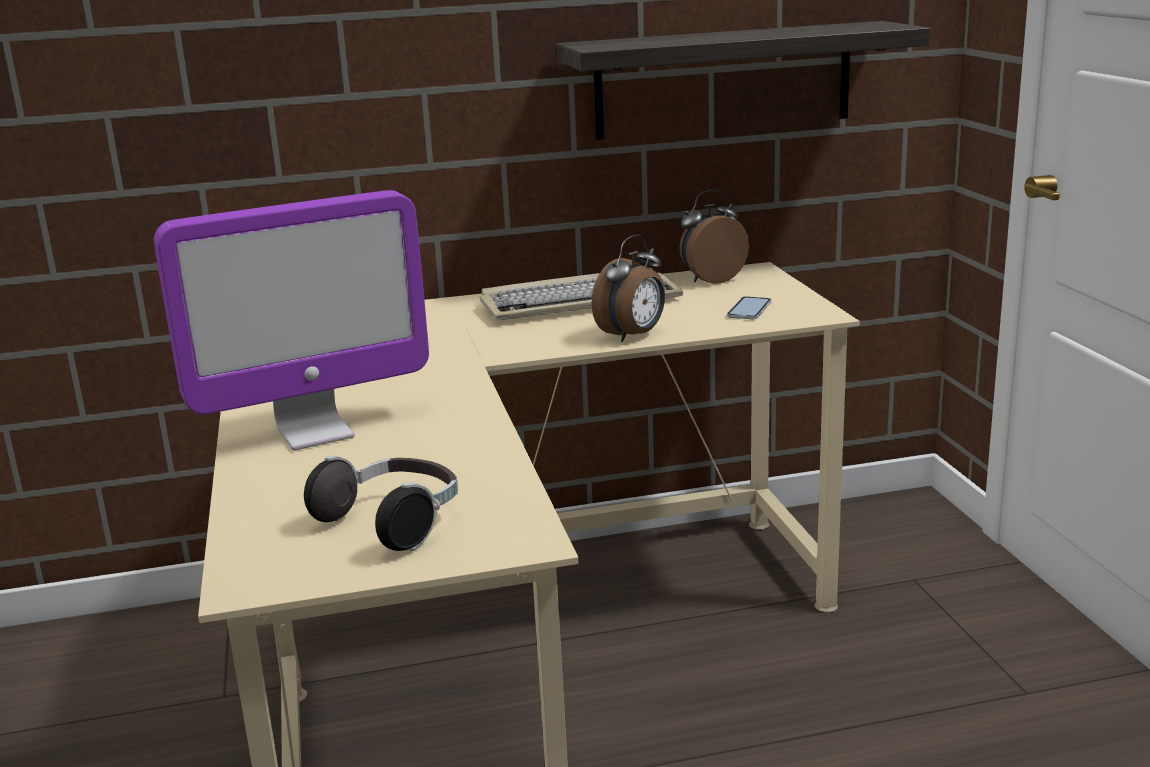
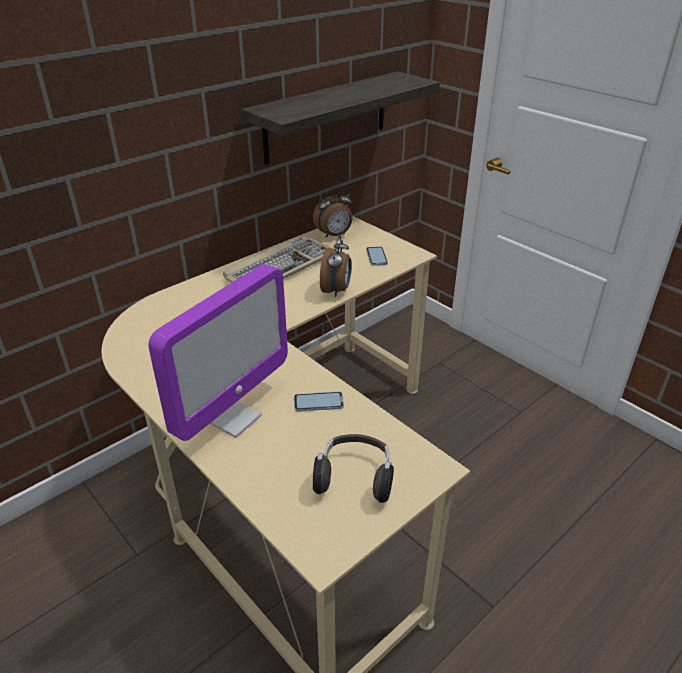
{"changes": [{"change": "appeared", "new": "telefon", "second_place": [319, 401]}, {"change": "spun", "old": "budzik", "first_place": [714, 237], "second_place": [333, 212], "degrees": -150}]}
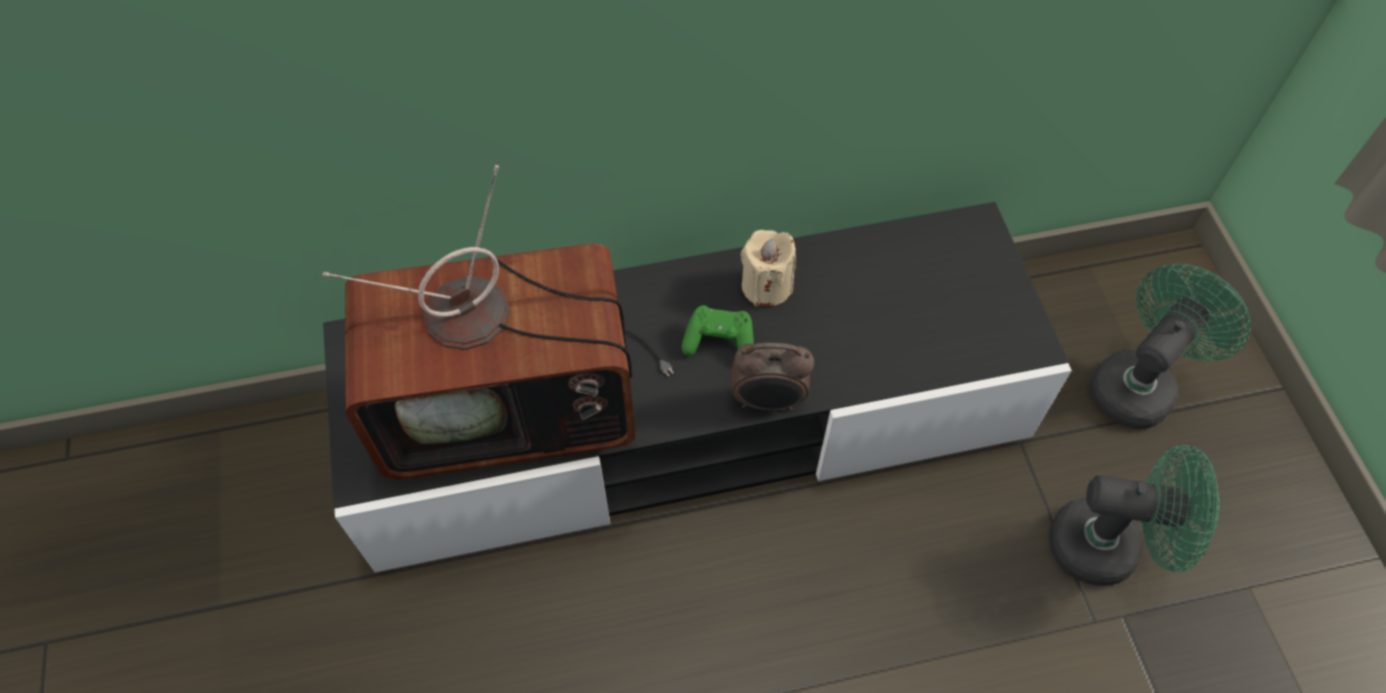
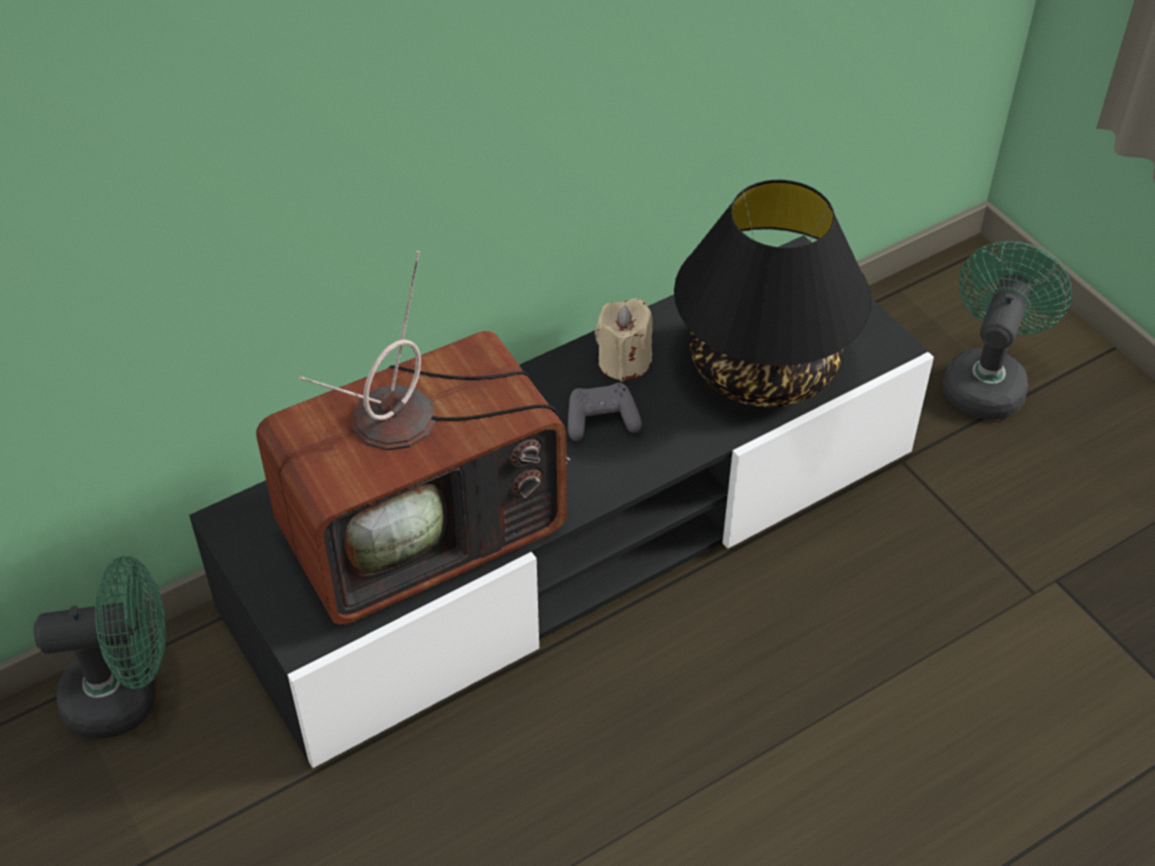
{"changes": [{"change": "missing", "old": "budzik", "first_place": [772, 376]}, {"change": "appeared", "new": "lampa stołowa [czarny]", "second_place": [773, 293]}, {"change": "relocated", "old": "wentylator [zielony]", "first_place": [1134, 515], "second_place": [100, 647]}, {"change": "colour", "old": "pad do gier [zielony]", "new": "pad do gier [szary]", "first_place": [717, 330], "second_place": [605, 412]}]}
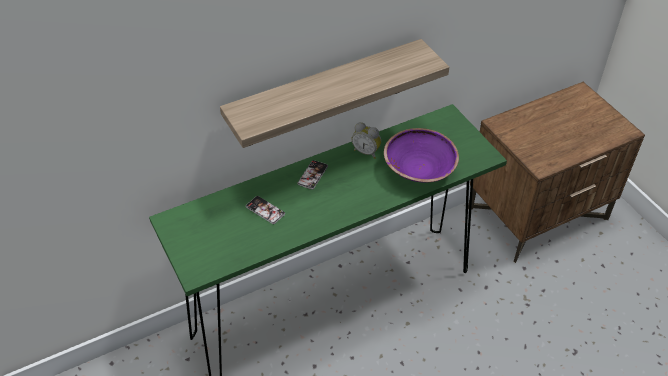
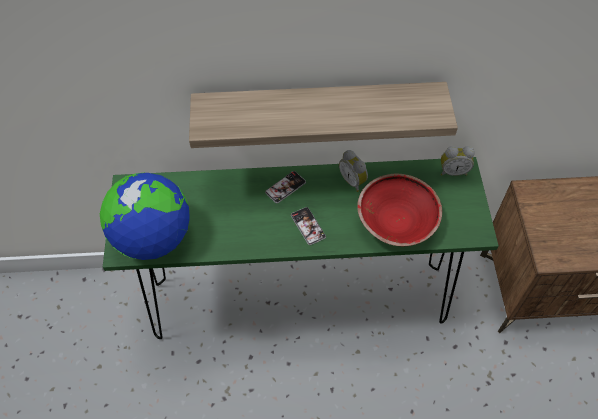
{"changes": [{"change": "appeared", "new": "globus", "second_place": [145, 216]}, {"change": "appeared", "new": "budzik", "second_place": [458, 161]}, {"change": "relocated", "old": "telefon", "first_place": [265, 210], "second_place": [308, 226]}, {"change": "colour", "old": "miska [fioletowy]", "new": "miska [czerwony]", "first_place": [421, 155], "second_place": [399, 210]}]}
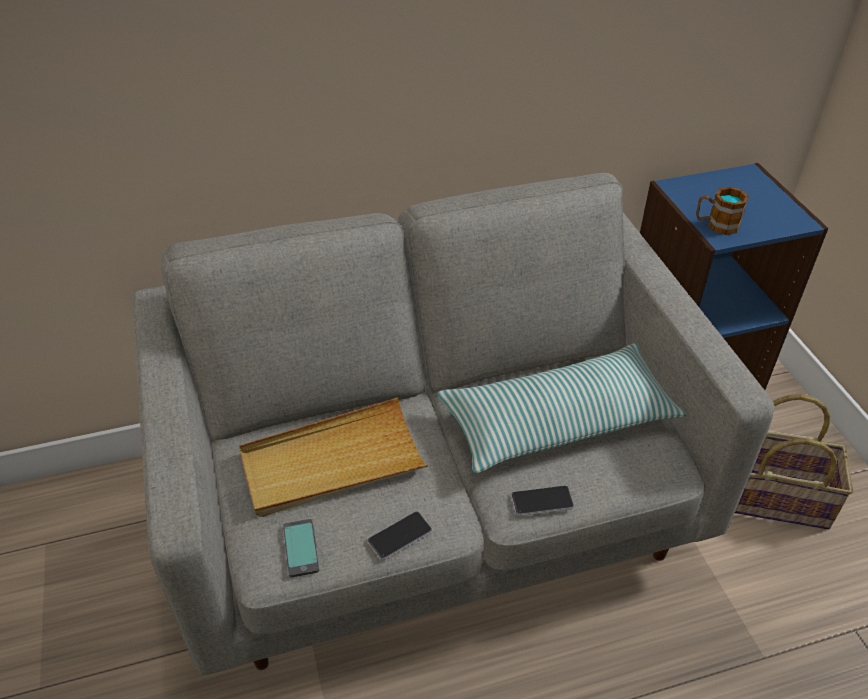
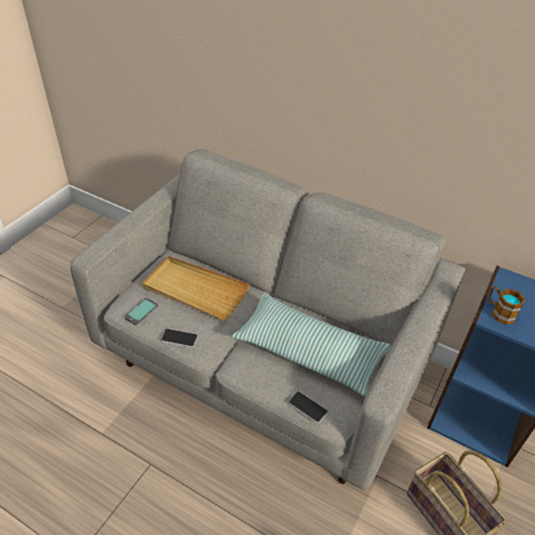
{"changes": [{"change": "relocated", "old": "telefon", "first_place": [543, 500], "second_place": [308, 407]}]}
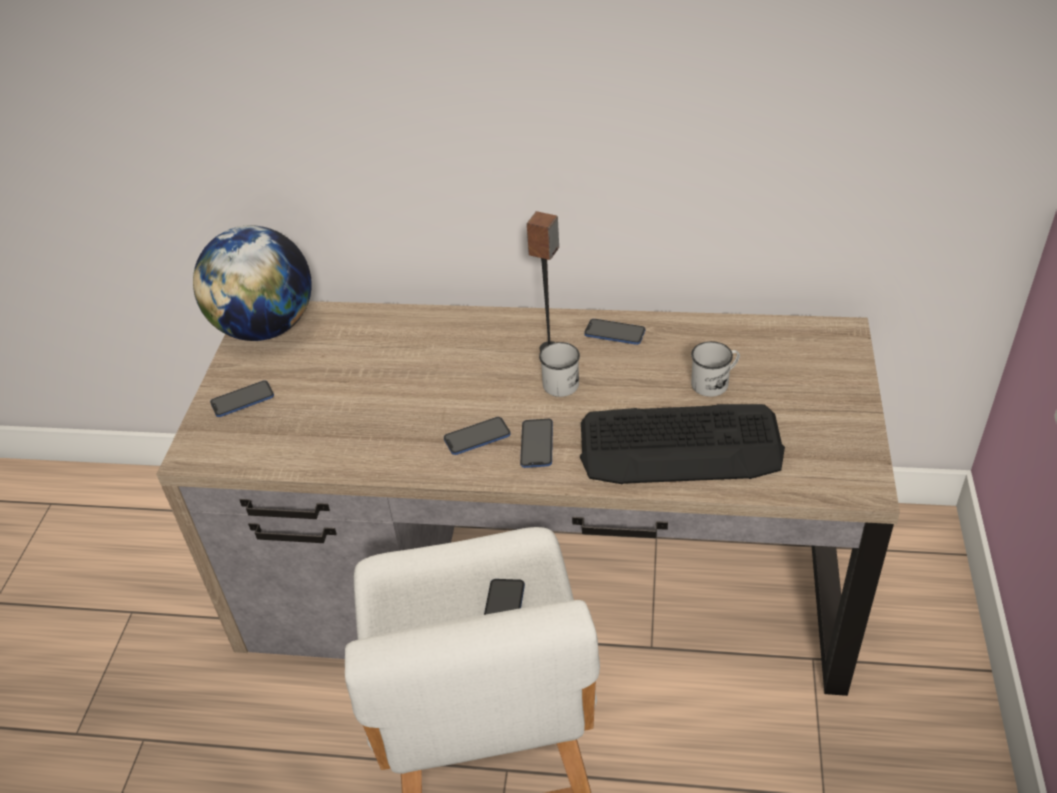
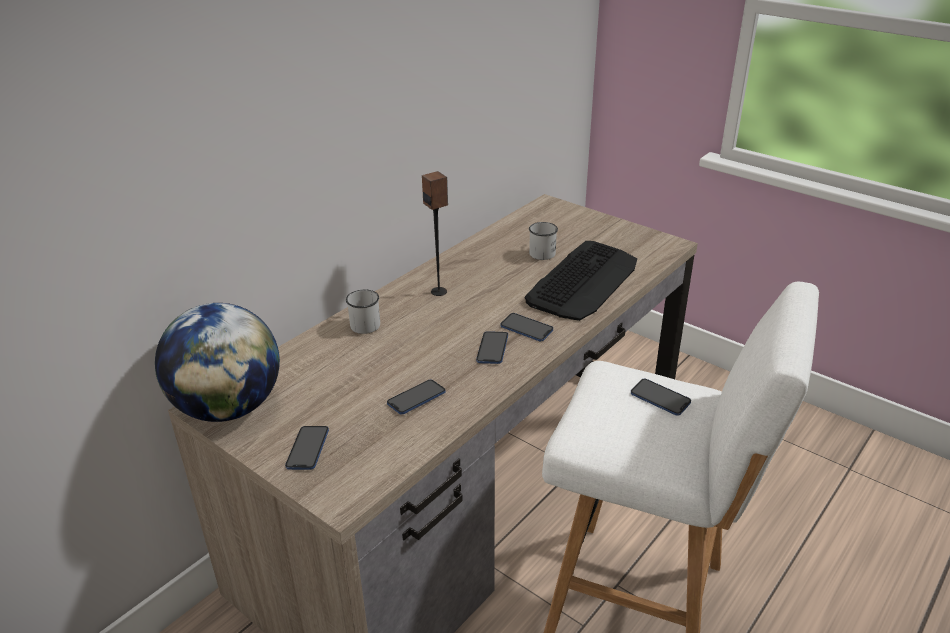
{"changes": [{"change": "relocated", "old": "kubek [biały]", "first_place": [559, 369], "second_place": [363, 311]}, {"change": "relocated", "old": "telefon", "first_place": [614, 332], "second_place": [416, 397]}]}
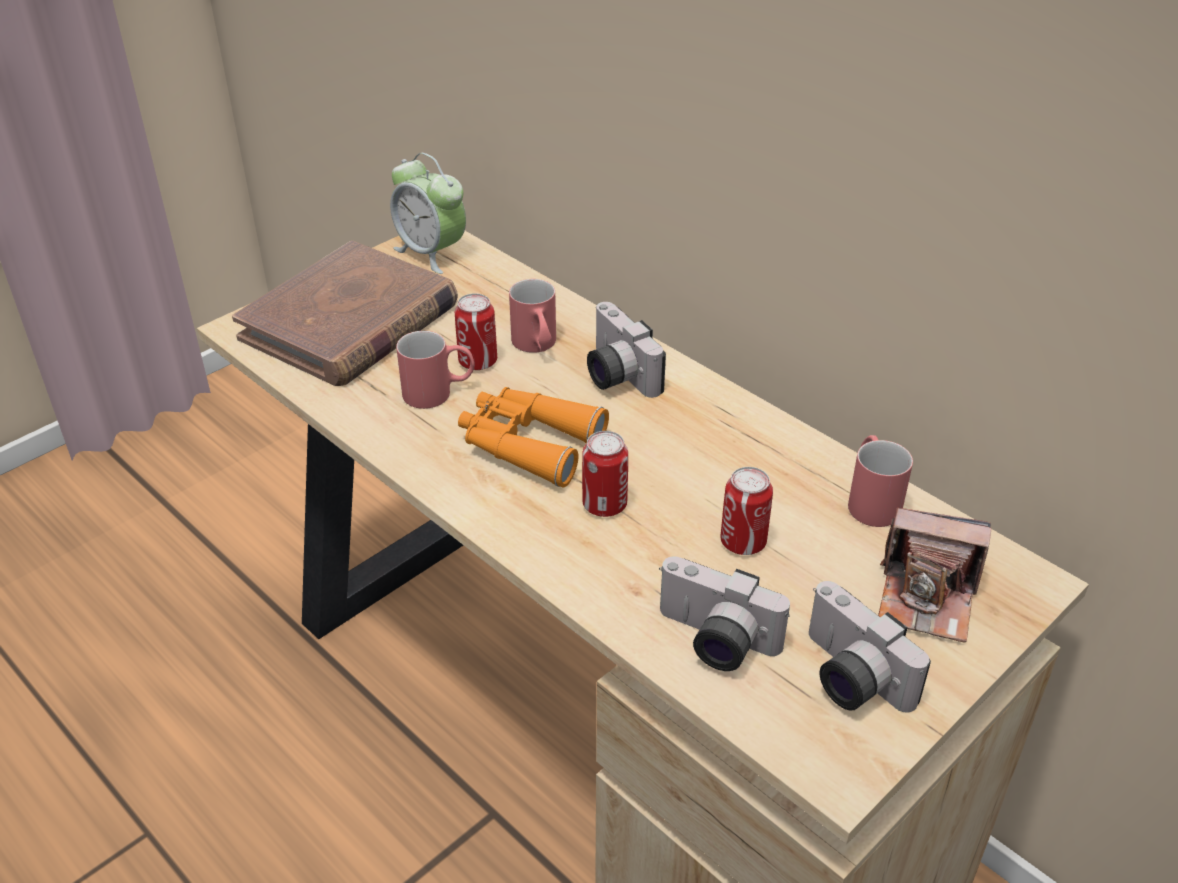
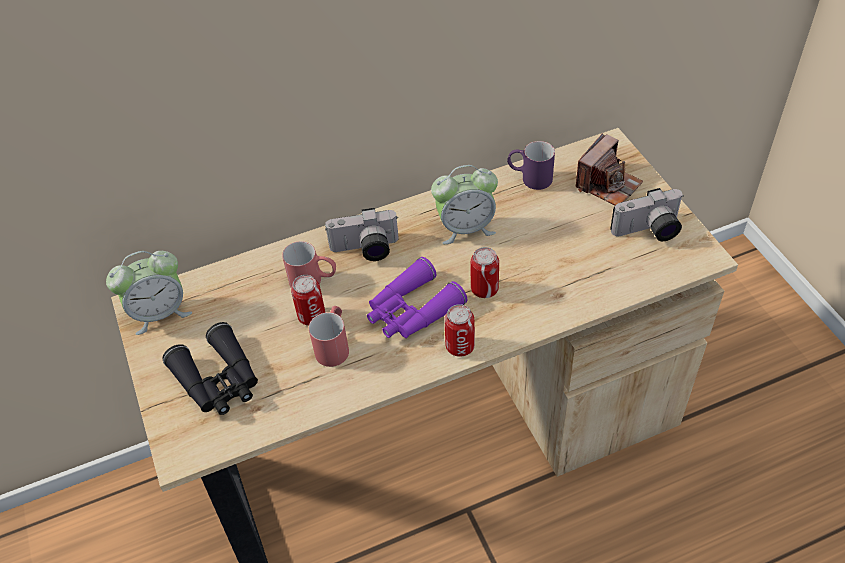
{"changes": [{"change": "missing", "old": "aparat fotograficzny", "first_place": [724, 613]}, {"change": "appeared", "new": "budzik", "second_place": [464, 204]}, {"change": "relocated", "old": "puszka", "first_place": [746, 511], "second_place": [460, 330]}, {"change": "exchanged", "old": "książka [brązowy]", "new": "lornetka [czarny]", "first_place": [345, 313], "second_place": [210, 368]}, {"change": "colour", "old": "lornetka [pomarańczowy]", "new": "lornetka [fioletowy]", "first_place": [533, 437], "second_place": [417, 297]}, {"change": "colour", "old": "kubek [czerwony]", "new": "kubek [fioletowy]", "first_place": [880, 481], "second_place": [531, 165]}]}
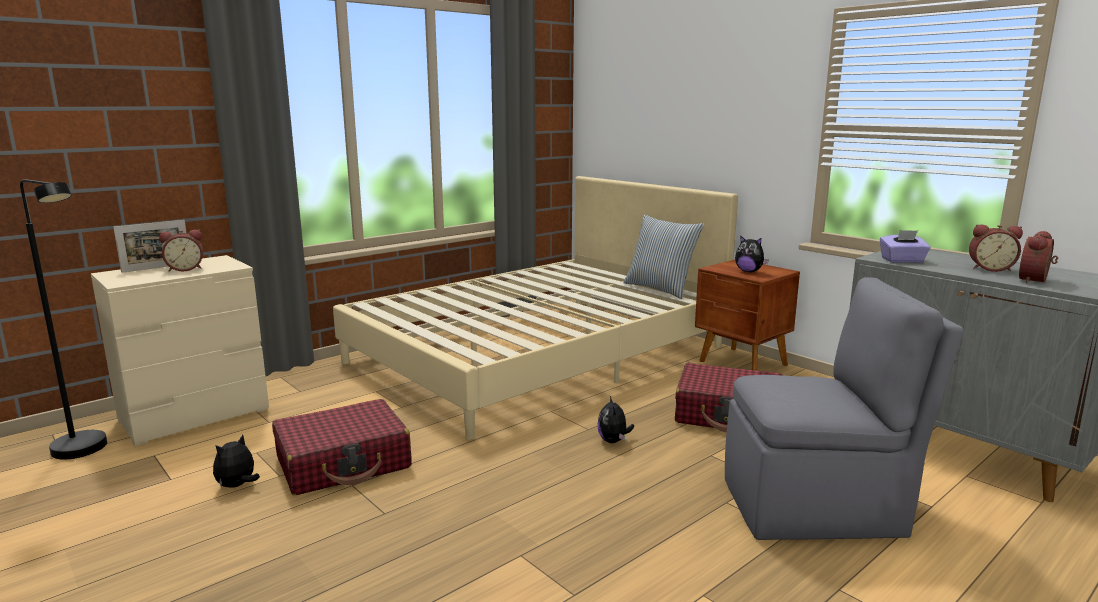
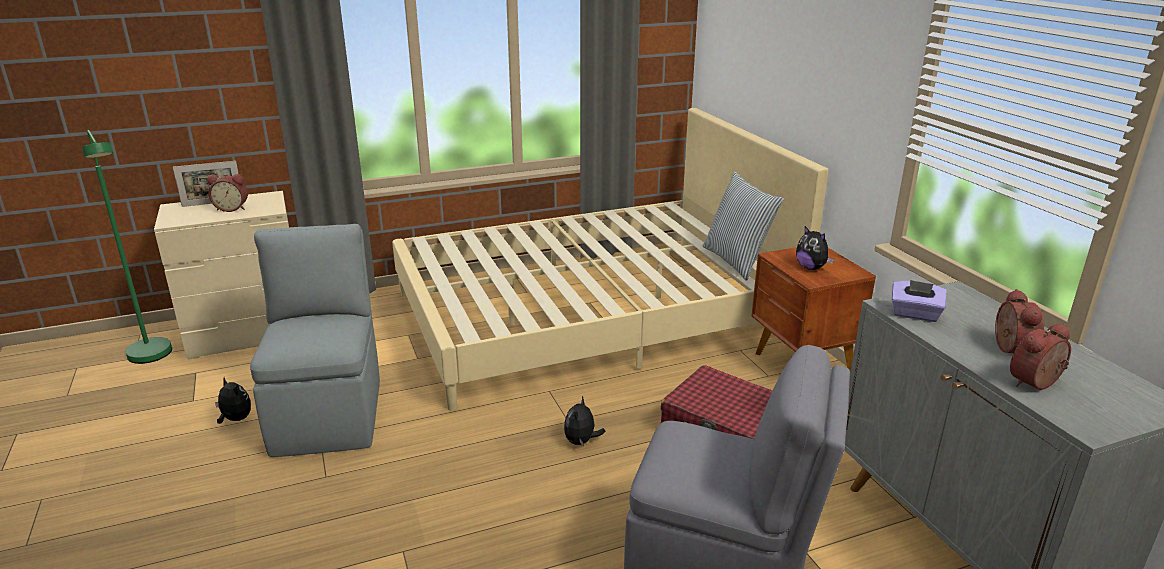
{"changes": [{"change": "exchanged", "old": "walizka [czerwony]", "new": "krzesło [szary]", "first_place": [342, 447], "second_place": [315, 340]}, {"change": "colour", "old": "lampa stojąca [czarny]", "new": "lampa stojąca [zielony]", "first_place": [63, 319], "second_place": [127, 247]}, {"change": "spun", "old": "pluszak", "first_place": [236, 461], "second_place": [233, 400], "degrees": 75}, {"change": "spun", "old": "budzik", "first_place": [996, 248], "second_place": [1019, 321], "degrees": -120}]}
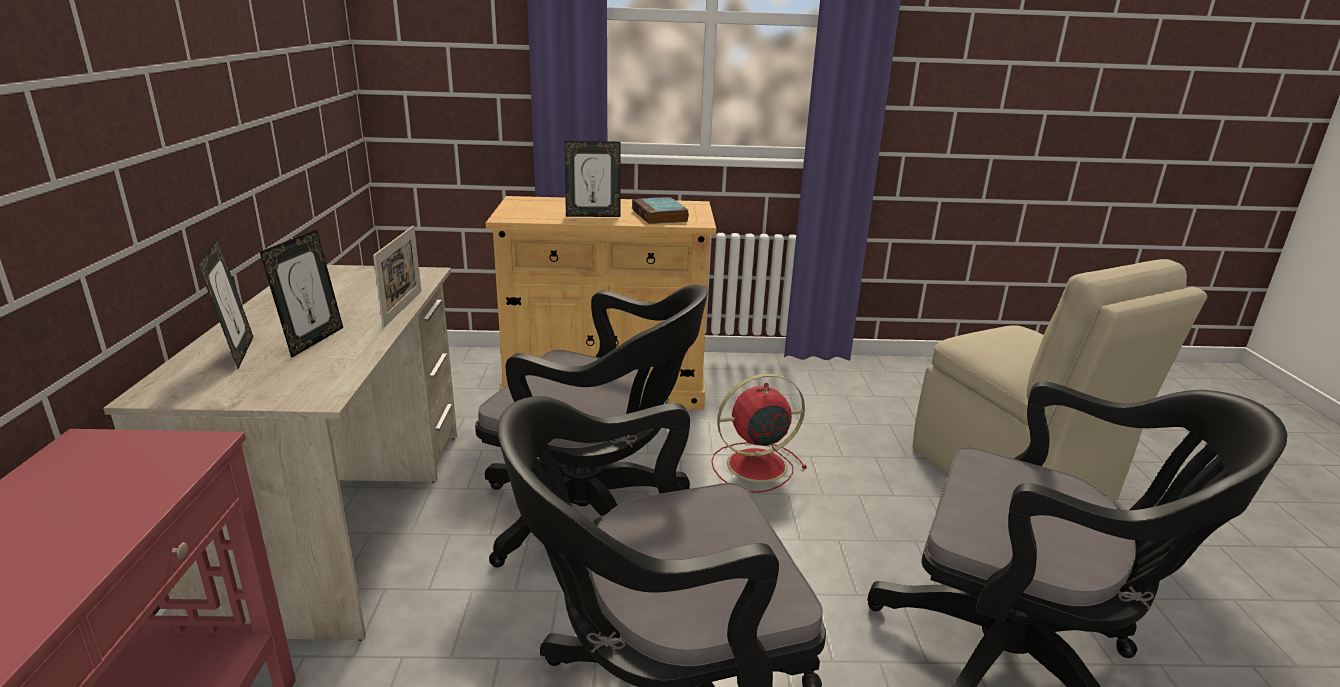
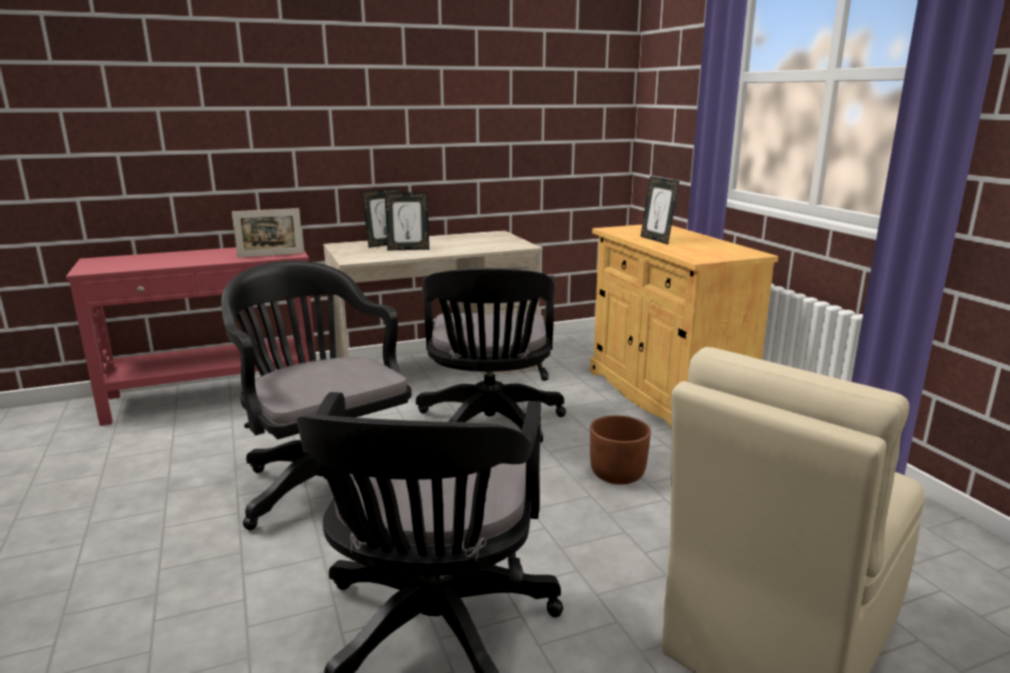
{"changes": [{"change": "missing", "old": "książka", "first_place": [660, 210]}, {"change": "relocated", "old": "ramka na zdjęcie", "first_place": [397, 277], "second_place": [267, 232]}, {"change": "exchanged", "old": "wentylator [czerwony]", "new": "donica [brązowy]", "first_place": [759, 433], "second_place": [620, 450]}]}
